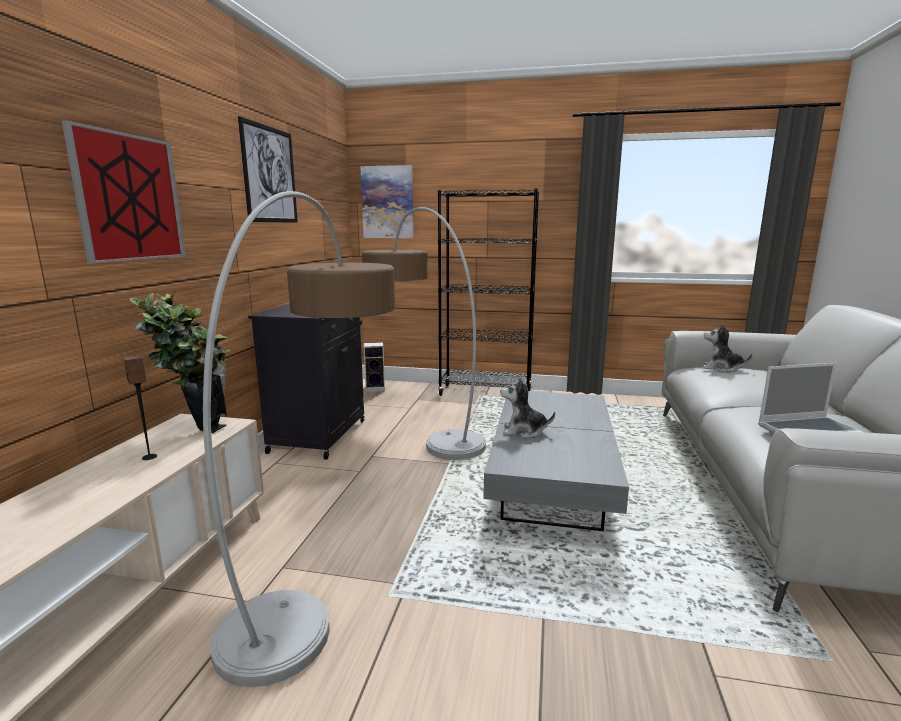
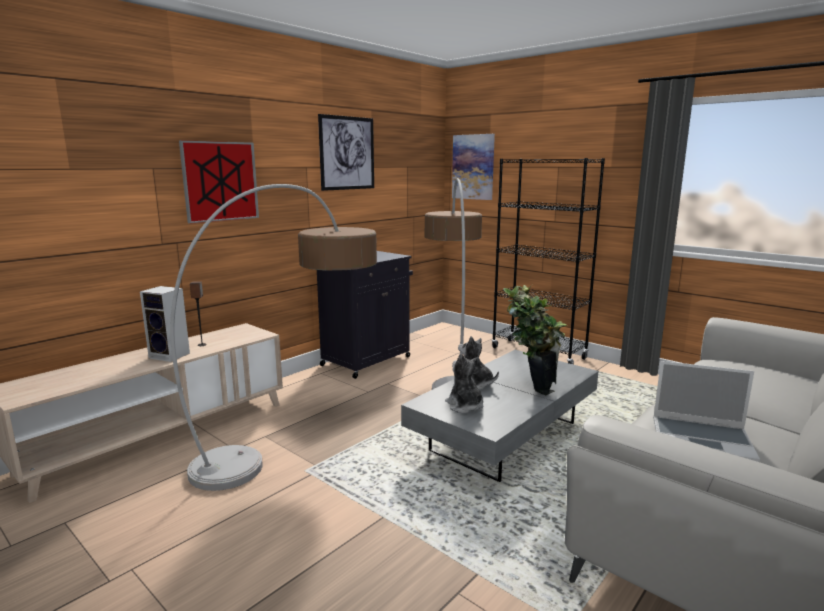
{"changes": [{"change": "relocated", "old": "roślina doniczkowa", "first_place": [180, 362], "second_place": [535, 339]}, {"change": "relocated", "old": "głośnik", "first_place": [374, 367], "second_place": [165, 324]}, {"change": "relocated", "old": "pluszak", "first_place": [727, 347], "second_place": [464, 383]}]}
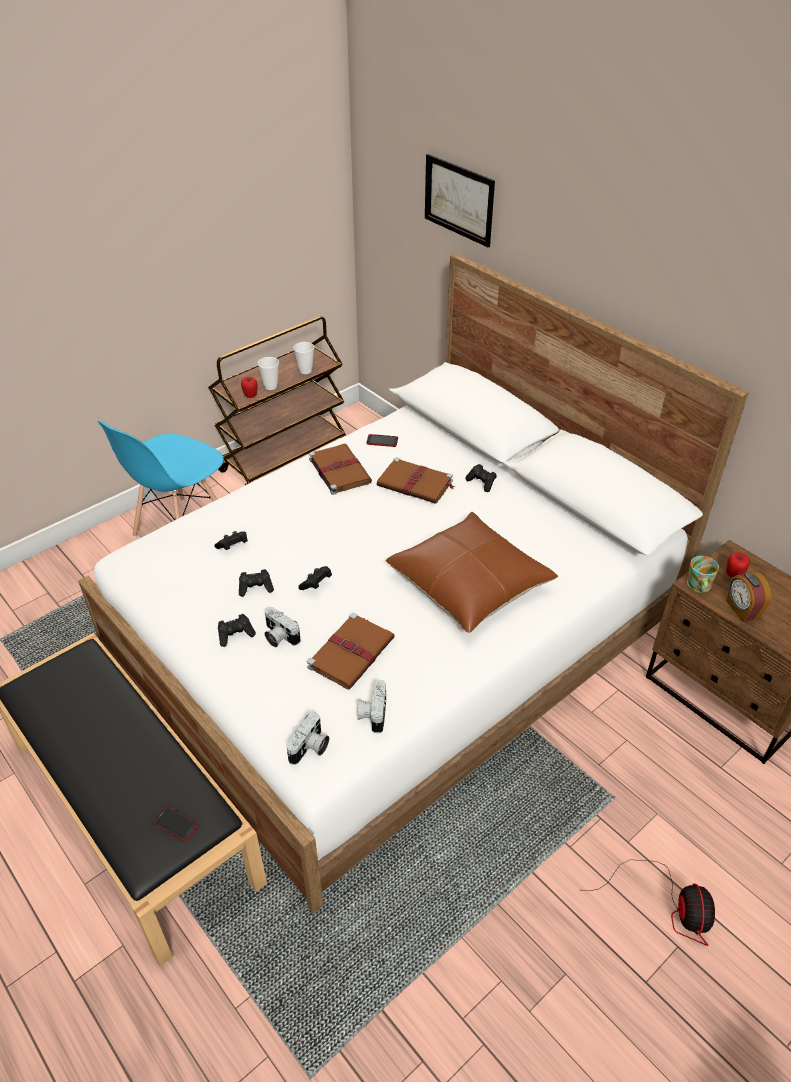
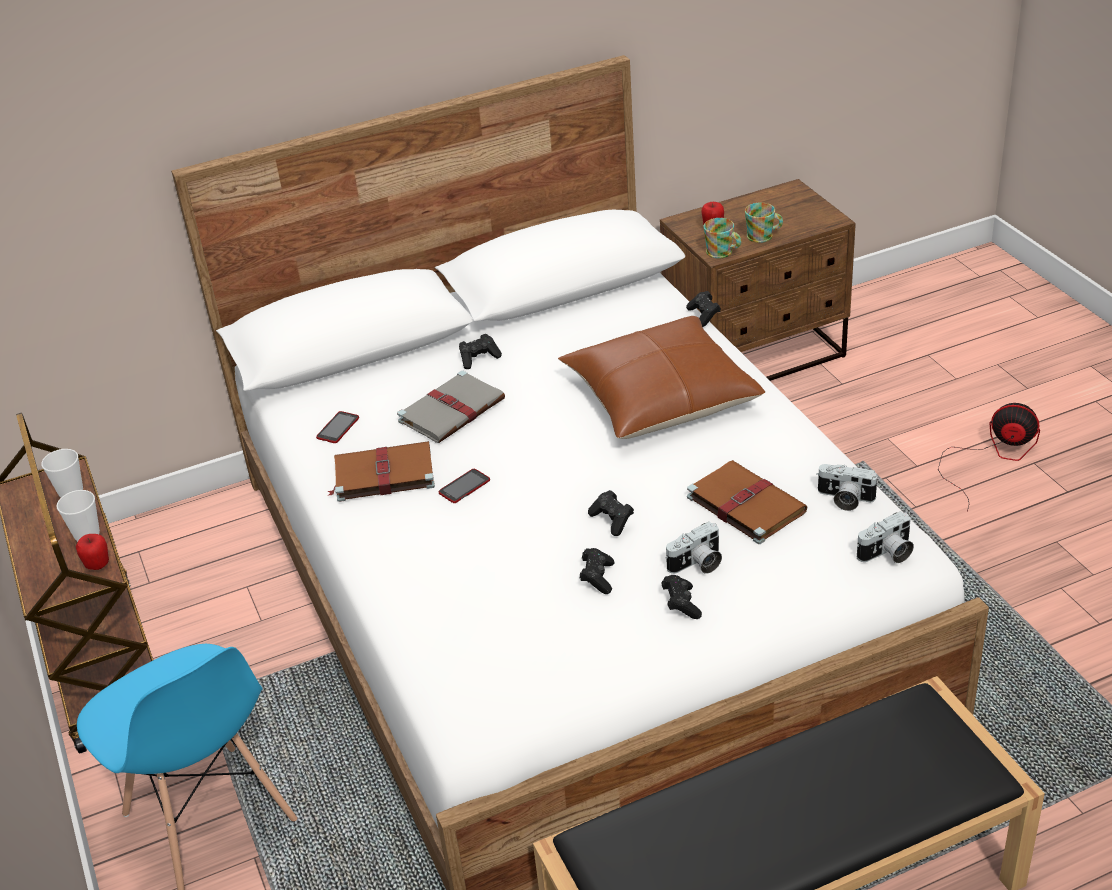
{"changes": [{"change": "missing", "old": "obraz", "first_place": [460, 200]}, {"change": "relocated", "old": "telefon", "first_place": [175, 824], "second_place": [464, 486]}, {"change": "relocated", "old": "pad do gier [czarny]", "first_place": [231, 540], "second_place": [703, 309]}, {"change": "exchanged", "old": "budzik", "new": "kubek", "first_place": [749, 596], "second_place": [764, 222]}, {"change": "colour", "old": "książka [brązowy]", "new": "książka [szary]", "first_place": [416, 480], "second_place": [451, 407]}, {"change": "spun", "old": "aparat fotograficzny", "first_place": [307, 739], "second_place": [885, 537], "degrees": 105}]}
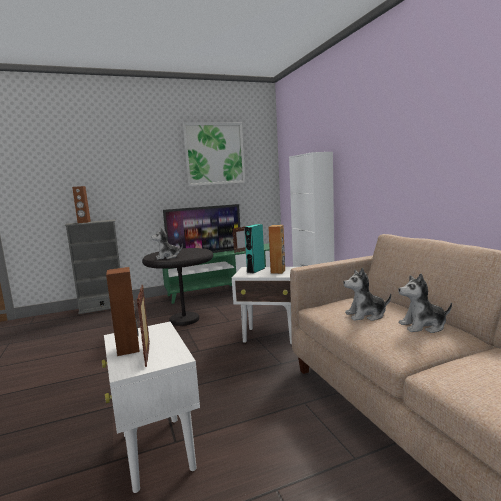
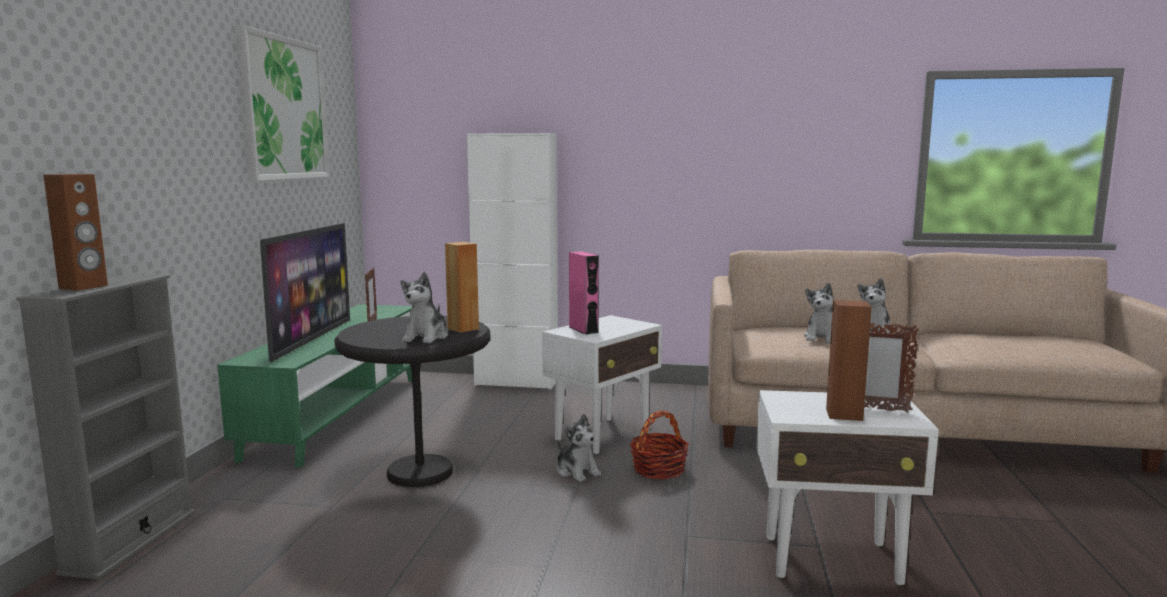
{"changes": [{"change": "appeared", "new": "pluszak", "second_place": [579, 448]}, {"change": "appeared", "new": "koszyk", "second_place": [659, 444]}, {"change": "relocated", "old": "głośnik [brązowy]", "first_place": [276, 249], "second_place": [462, 287]}, {"change": "colour", "old": "głośnik [turkusowy]", "new": "głośnik [różowy]", "first_place": [254, 248], "second_place": [584, 293]}]}
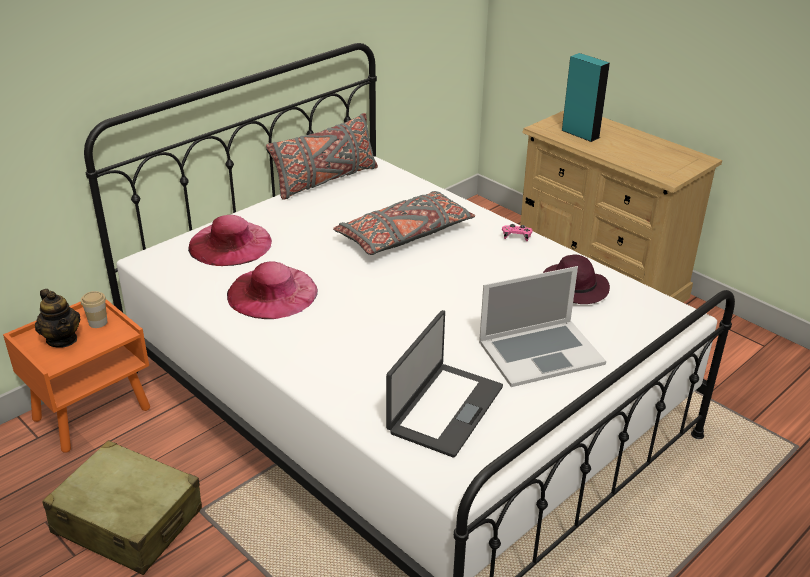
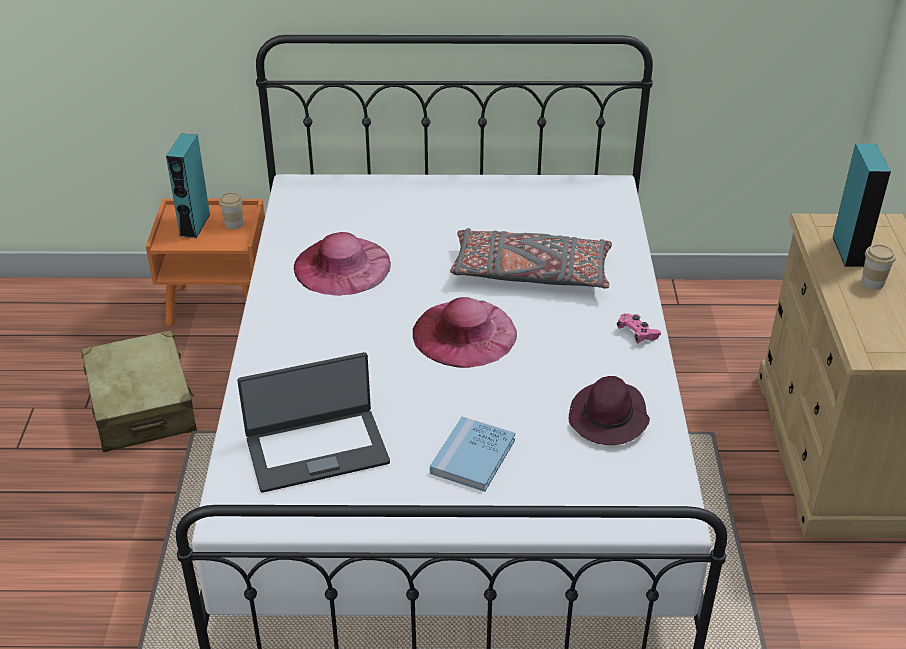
{"changes": [{"change": "missing", "old": "poduszka [szary]", "first_place": [322, 156]}, {"change": "appeared", "new": "filiżanka", "second_place": [879, 267]}, {"change": "relocated", "old": "kapelusz [różowy]", "first_place": [230, 240], "second_place": [465, 332]}, {"change": "exchanged", "old": "imbryk", "new": "głośnik [turkusowy]", "first_place": [57, 318], "second_place": [188, 185]}, {"change": "exchanged", "old": "laptop", "new": "książka [niebieski]", "first_place": [542, 326], "second_place": [472, 454]}]}
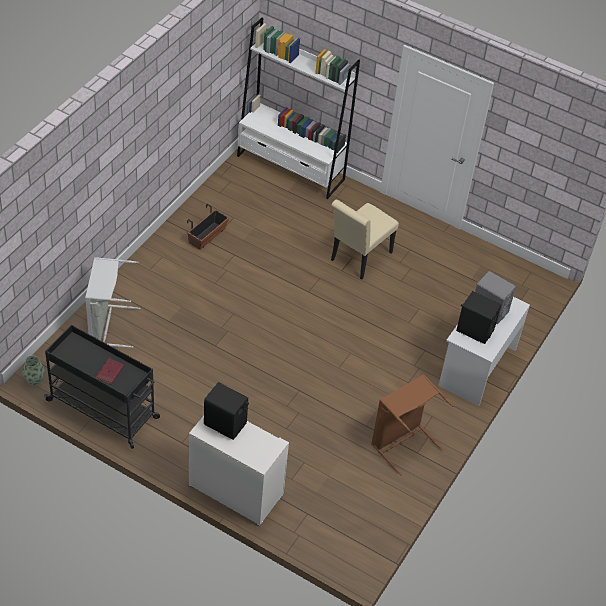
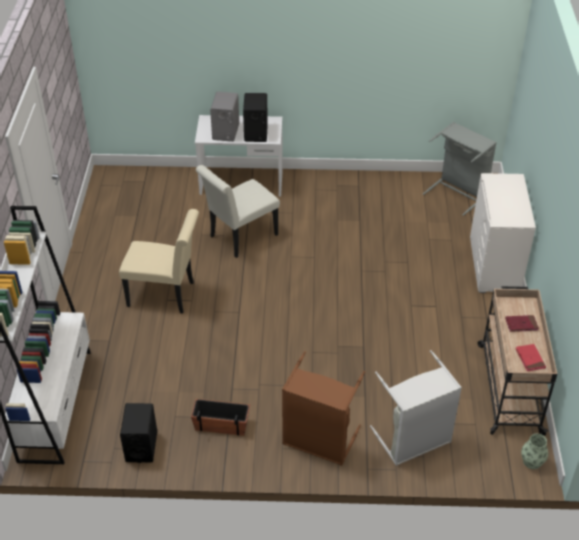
{"changes": [{"change": "appeared", "new": "krzesło [biały]", "second_place": [238, 211]}, {"change": "appeared", "new": "kosz na pranie [szary]", "second_place": [459, 169]}, {"change": "appeared", "new": "książka [czerwony]", "second_place": [531, 357]}, {"change": "relocated", "old": "głośnik [czarny]", "first_place": [226, 411], "second_place": [138, 433]}, {"change": "relocated", "old": "kosz na pranie [brązowy]", "first_place": [412, 424], "second_place": [323, 408]}, {"change": "colour", "old": "wózek [czarny]", "new": "wózek [beżowy]", "first_place": [102, 387], "second_place": [517, 361]}]}
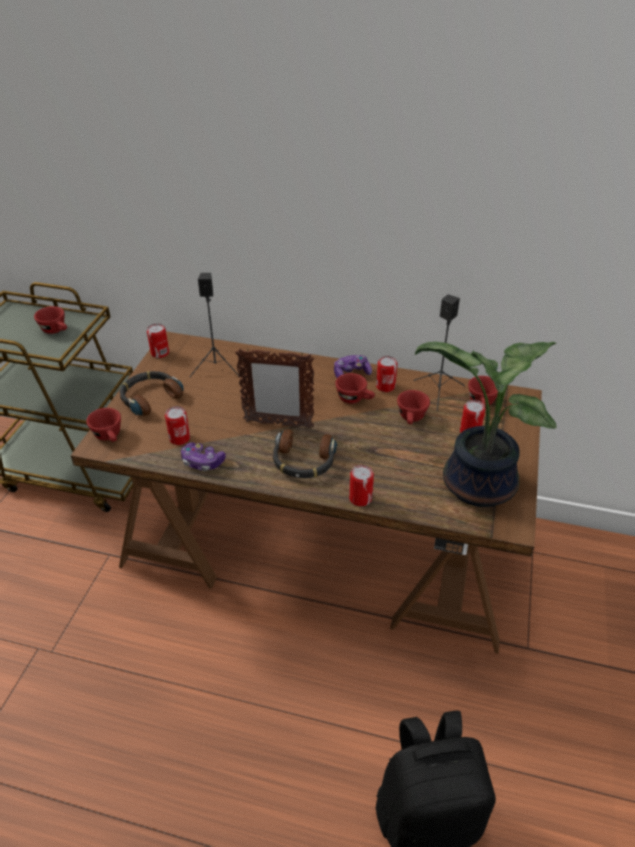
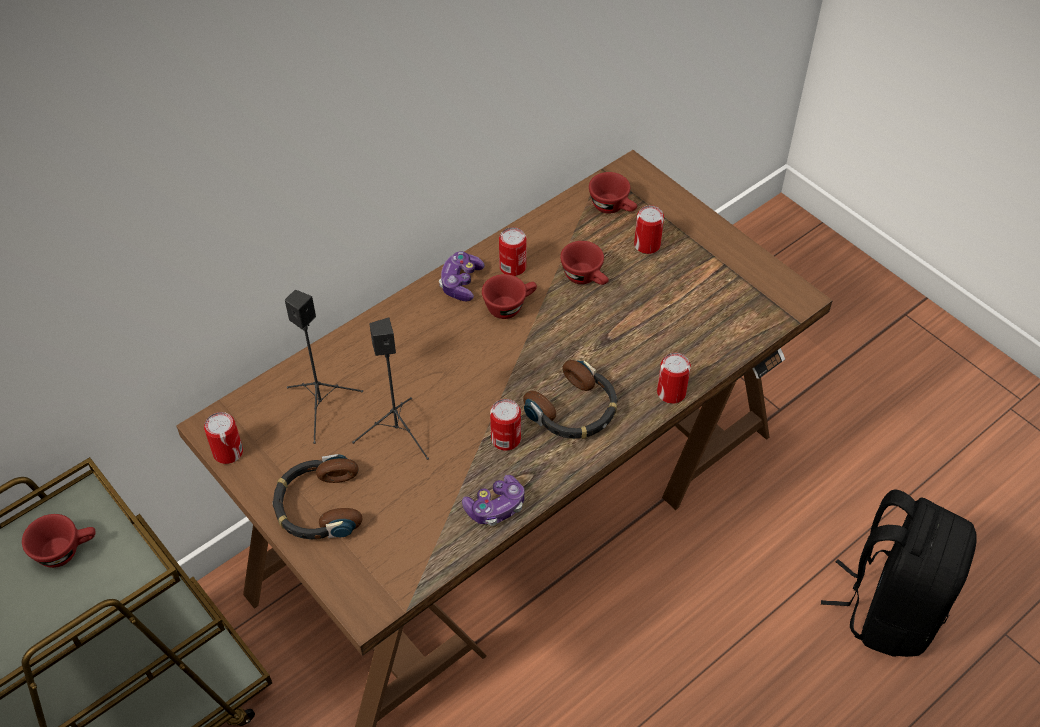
{"changes": [{"change": "missing", "old": "filiżanka [czerwony]", "first_place": [103, 425]}, {"change": "missing", "old": "ramka na zdjęcie", "first_place": [274, 389]}, {"change": "missing", "old": "roślina doniczkowa", "first_place": [486, 424]}, {"change": "relocated", "old": "puszka", "first_place": [177, 425], "second_place": [505, 425]}, {"change": "relocated", "old": "głośnik [czarny]", "first_place": [439, 353], "second_place": [390, 388]}]}
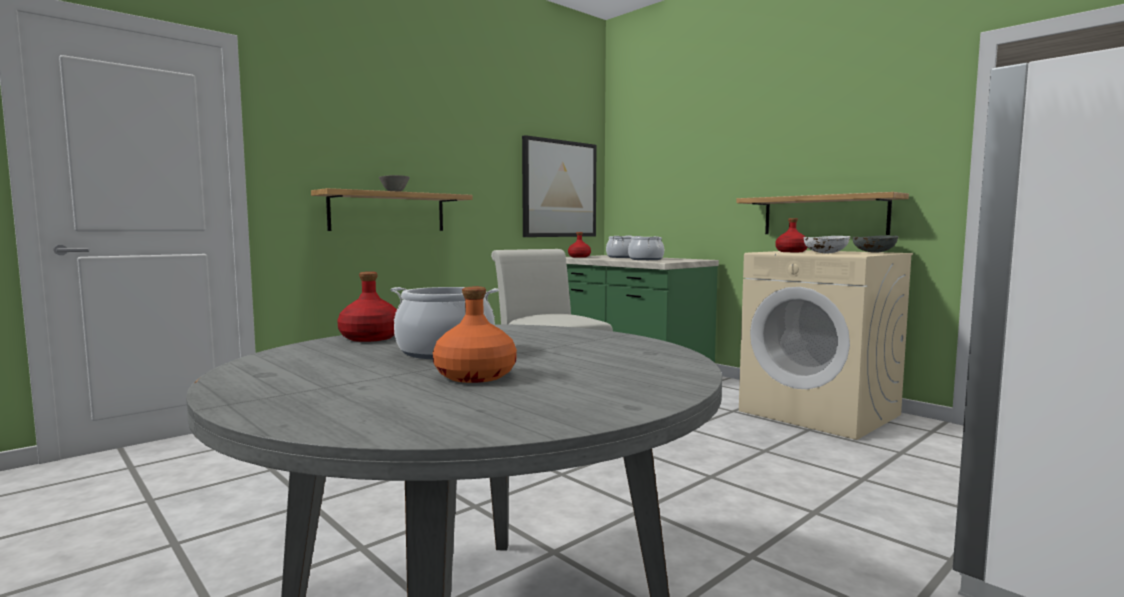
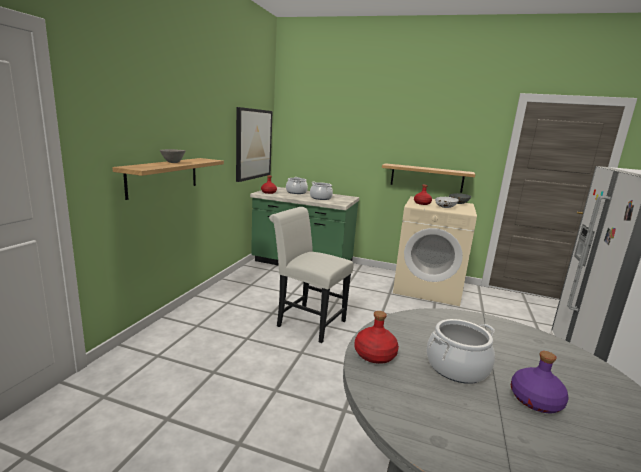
{"changes": [{"change": "colour", "old": "butelka [pomarańczowy]", "new": "butelka [fioletowy]", "first_place": [475, 335], "second_place": [539, 382]}]}
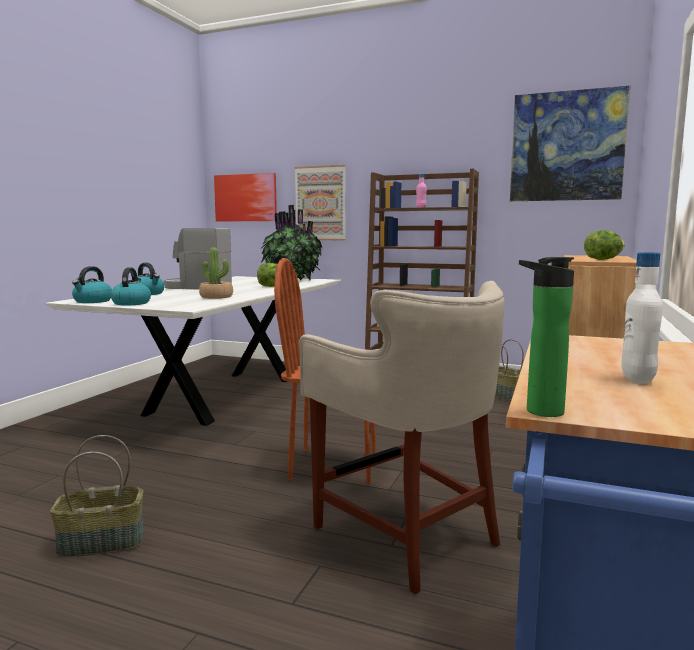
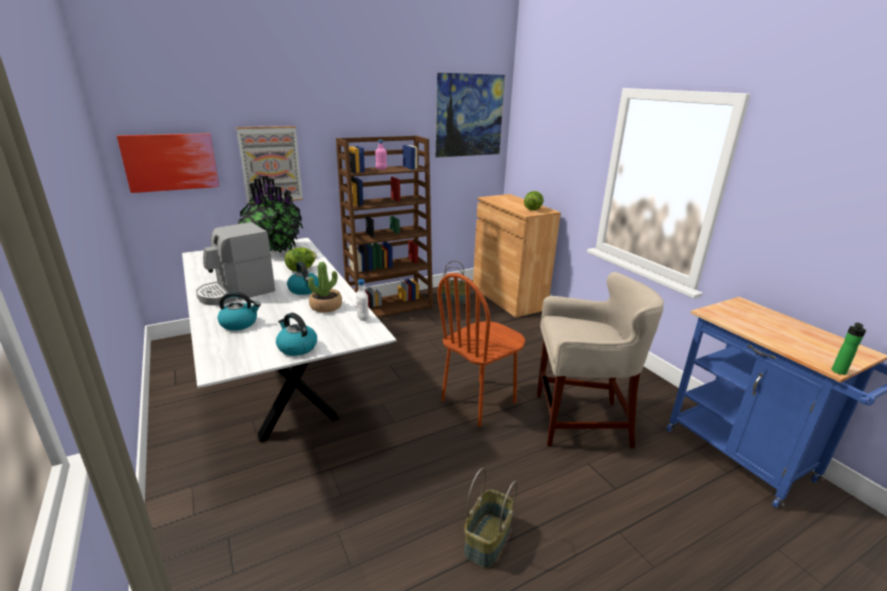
{"changes": [{"change": "relocated", "old": "czajnik", "first_place": [92, 284], "second_place": [303, 278]}, {"change": "relocated", "old": "butelka [biały]", "first_place": [642, 318], "second_place": [362, 300]}]}
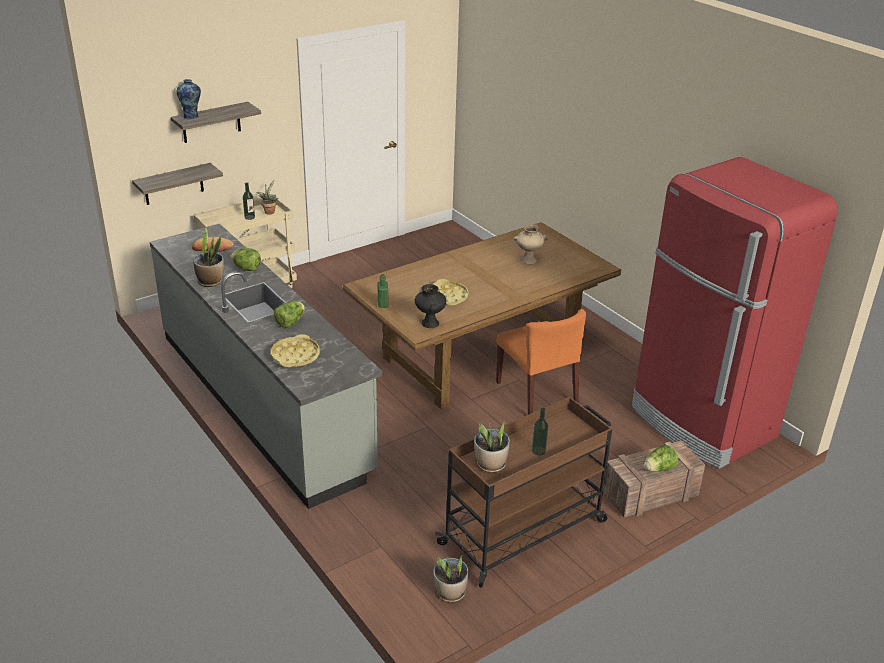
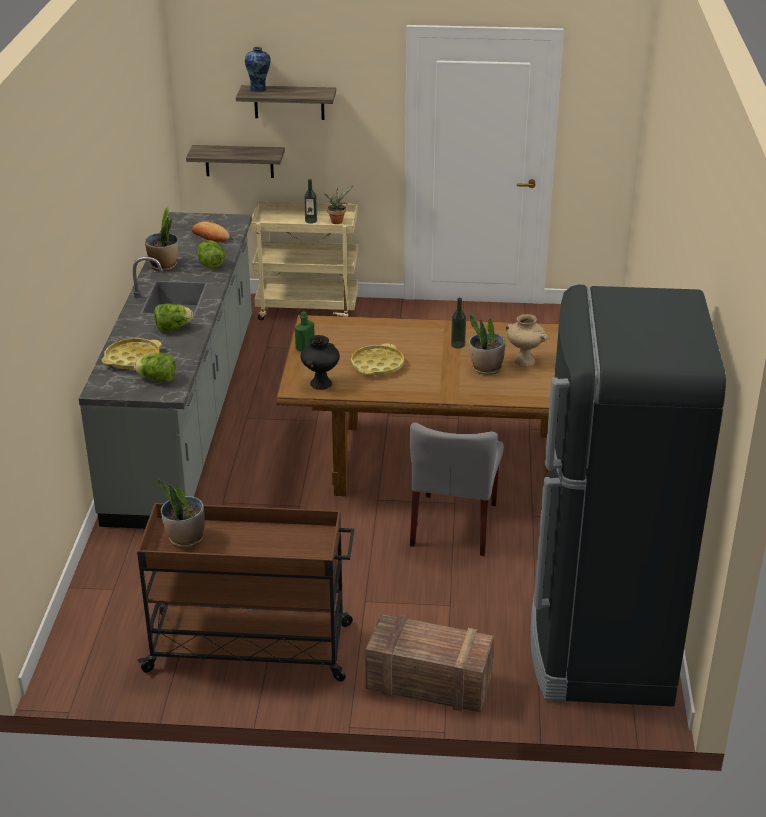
{"changes": [{"change": "relocated", "old": "roślina doniczkowa", "first_place": [451, 578], "second_place": [487, 344]}, {"change": "relocated", "old": "butelka", "first_place": [540, 431], "second_place": [458, 323]}, {"change": "relocated", "old": "sałata", "first_place": [661, 458], "second_place": [154, 367]}, {"change": "colour", "old": "krzesło [pomarańczowy]", "new": "krzesło [szary]", "first_place": [541, 362], "second_place": [457, 489]}, {"change": "colour", "old": "lodówka [czerwony]", "new": "lodówka [czarny]", "first_place": [735, 313], "second_place": [628, 495]}]}
